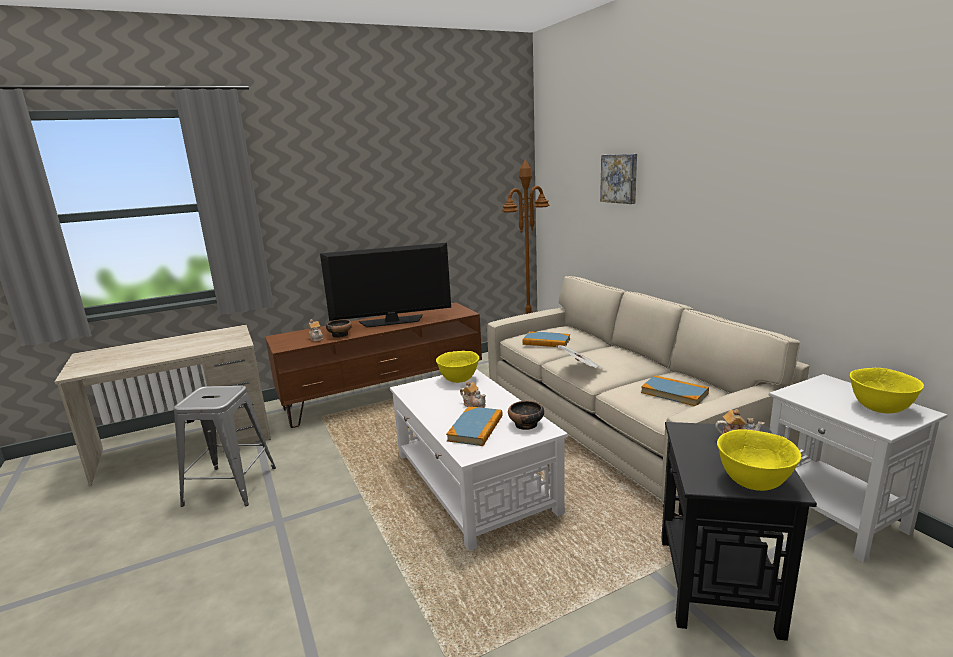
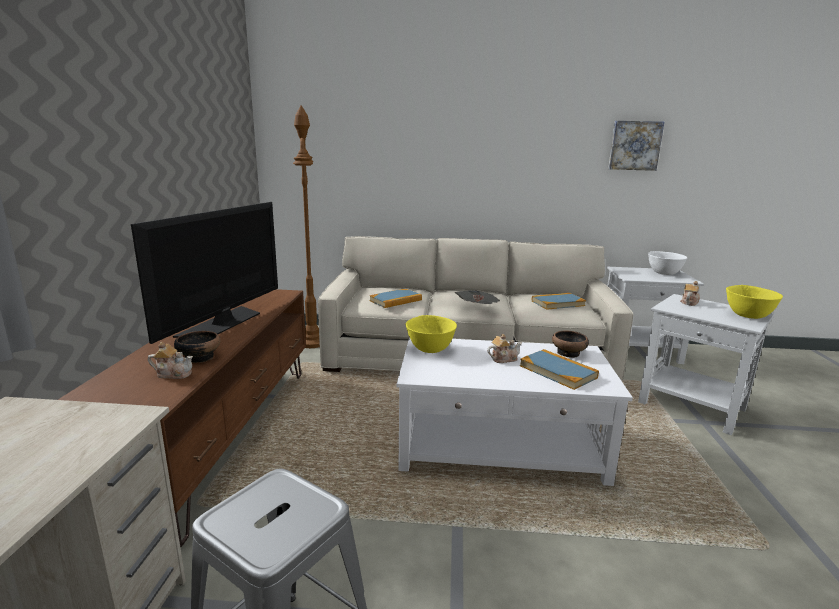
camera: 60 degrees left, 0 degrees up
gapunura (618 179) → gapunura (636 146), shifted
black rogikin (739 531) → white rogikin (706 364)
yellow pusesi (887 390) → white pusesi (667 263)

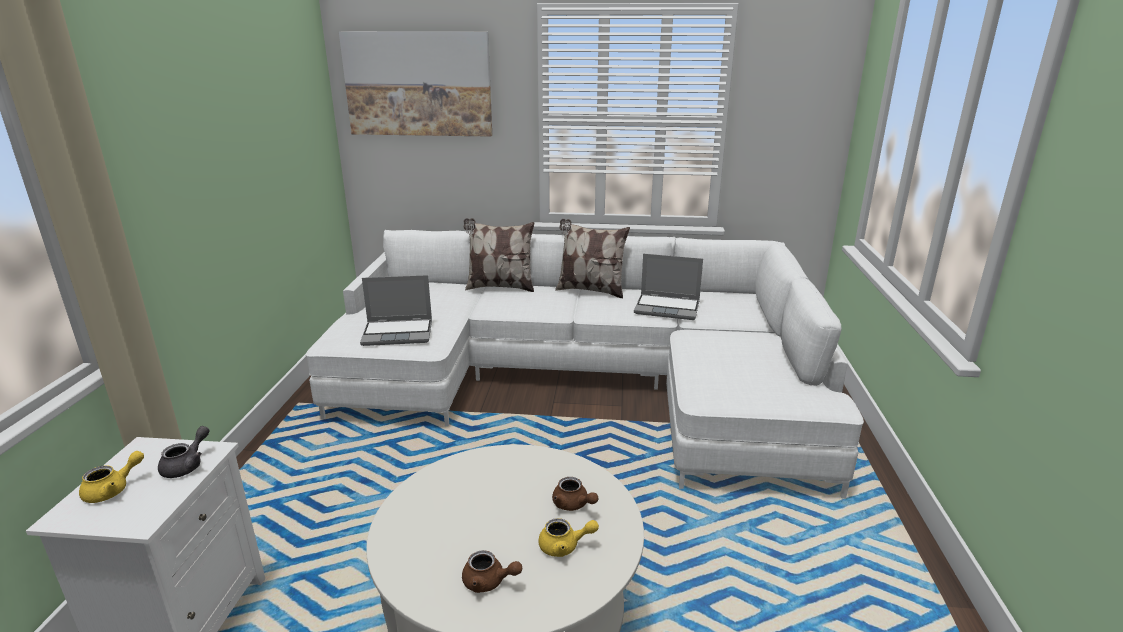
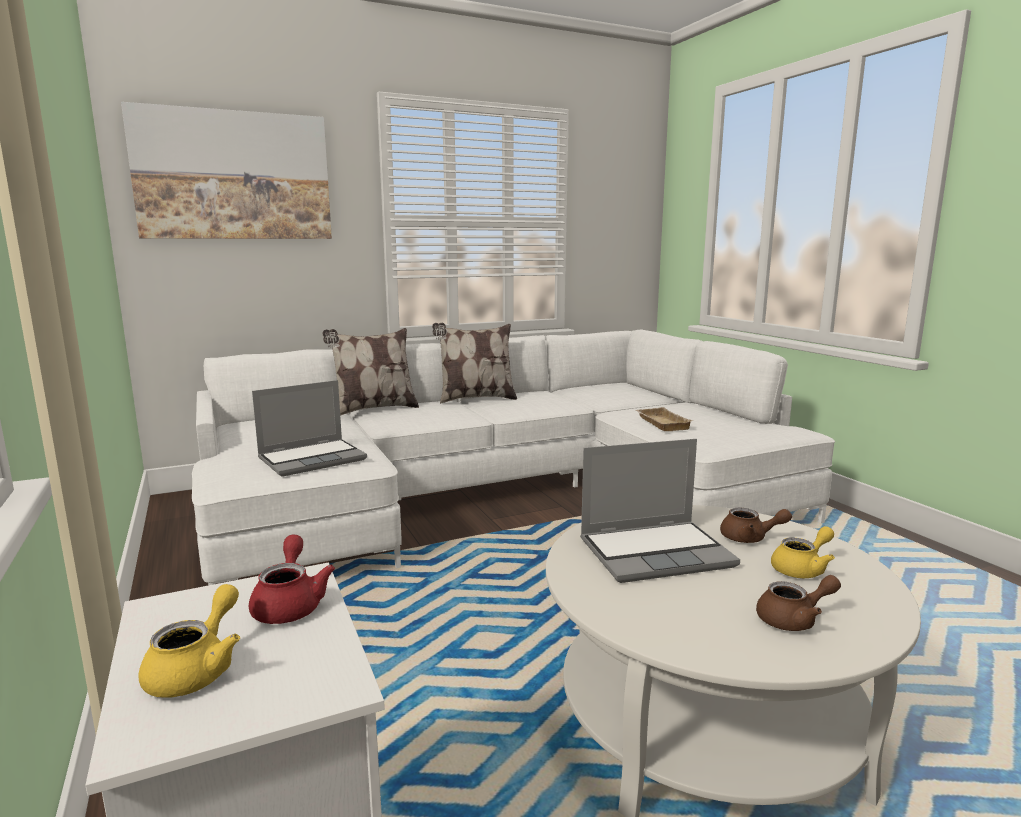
camera: 30 degrees left, 10 degrees down
- → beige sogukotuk (664 419)
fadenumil (668 287) → fadenumil (660 511), shifted
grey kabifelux (184 452) → red kabifelux (292 579)

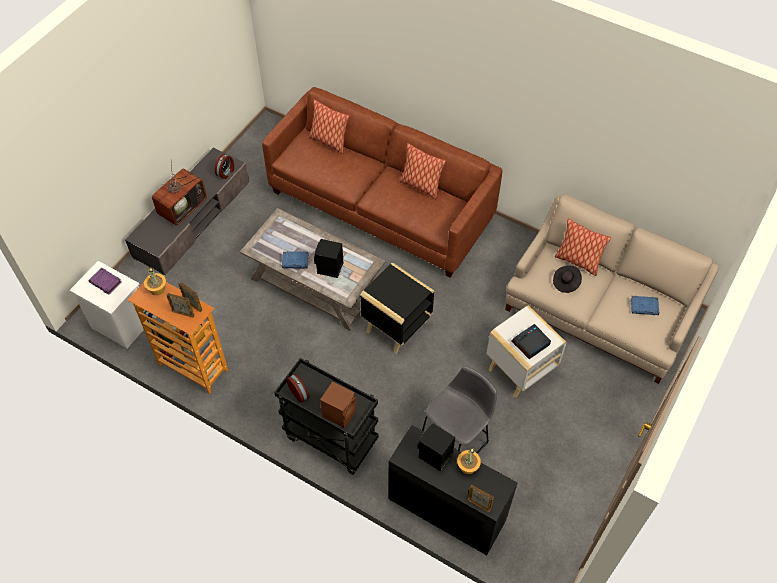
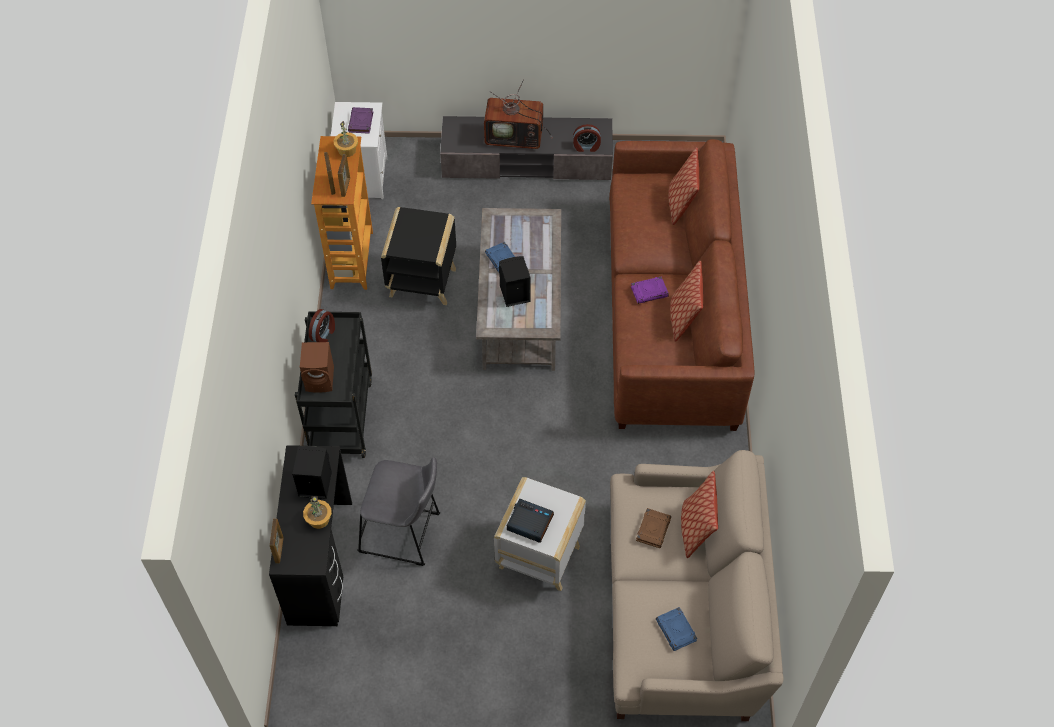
camera: 60 degrees right, 0 degrees up
- → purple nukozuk (650 290)
black rogikin (397 308) → black rogikin (418 256), shifted
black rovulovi (567 279) → brown nukozuk (653 528)

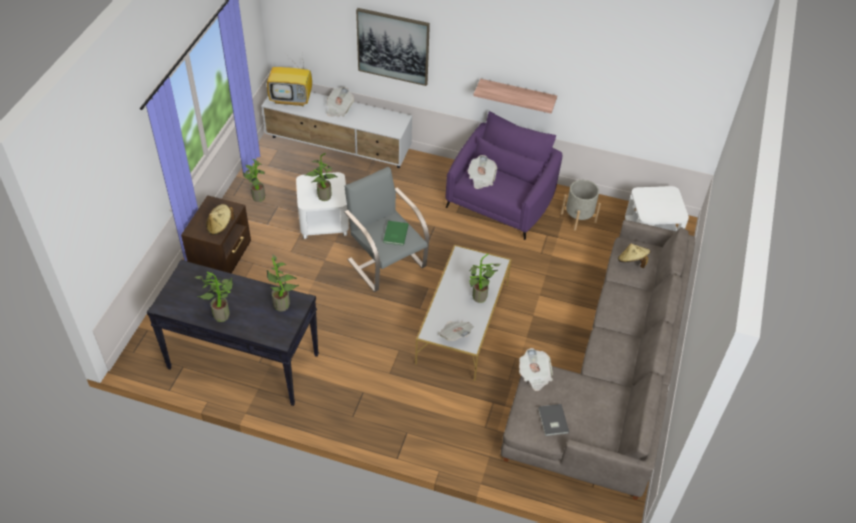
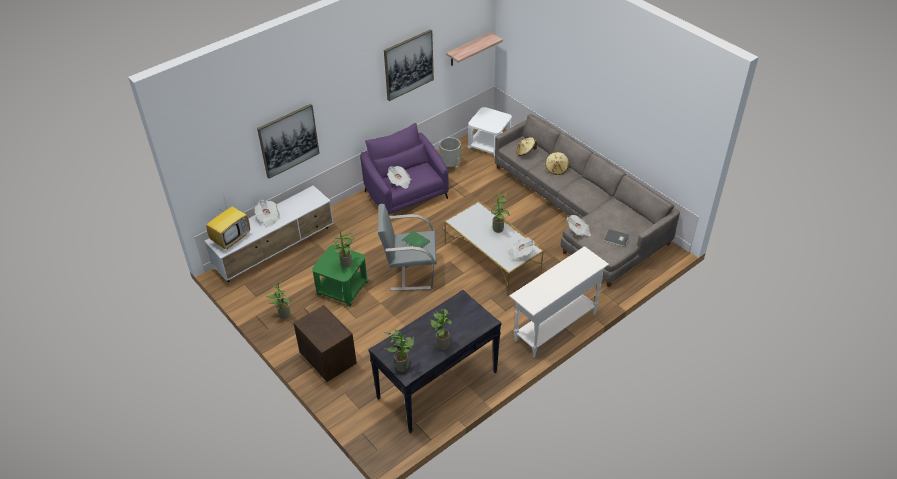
camera: 55 degrees left, 5 degrees down
- → gapunura (409 65)
- → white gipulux (559 302)
beige rovulovi (220 219) → beige rovulovi (557 163), shifted
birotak (283 283) → birotak (399 351), shifted
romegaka (515 96) → romegaka (474 49), shifted
white rogikin (322 205) → green rogikin (340 275)

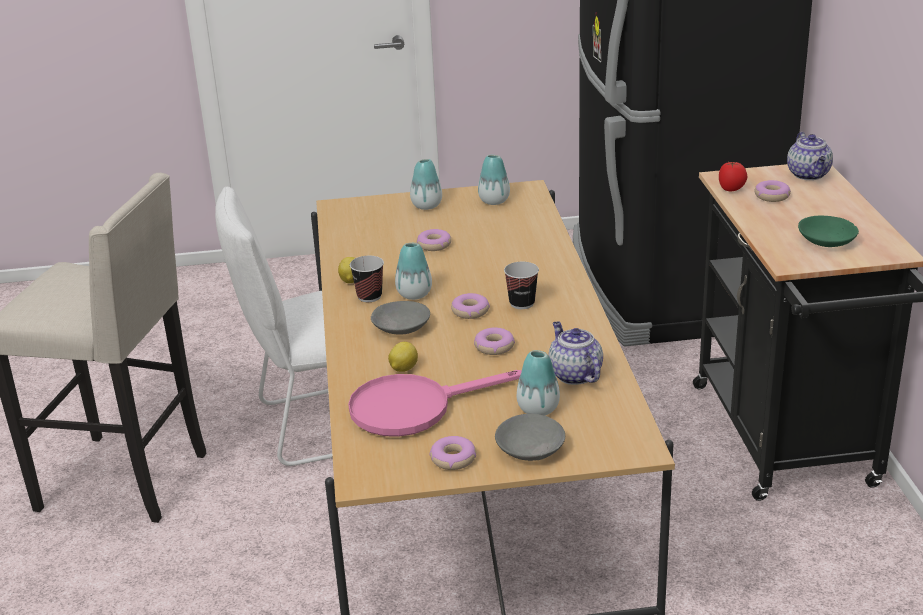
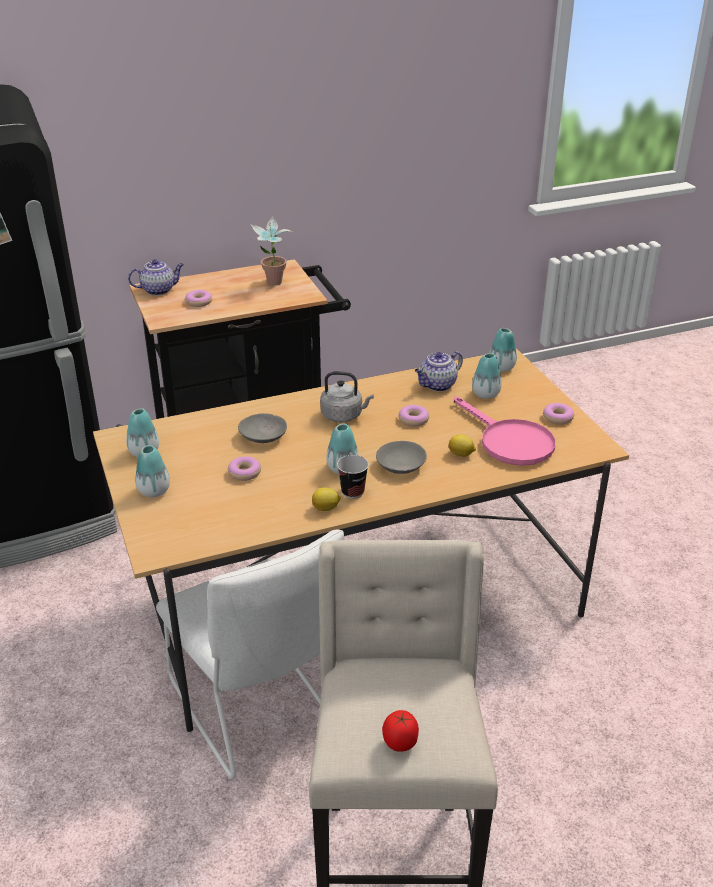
camera: 105 degrees left, 5 degrees up
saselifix (470 306) → -
- → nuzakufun (503 350)
grey pusesi (530 437) → grey pusesi (262 428), shifted
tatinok (733 176) → tatinok (400 731), shifted
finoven (521 285) → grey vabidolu (347 396)
green pusesi (828 231) → birotak (271 251)

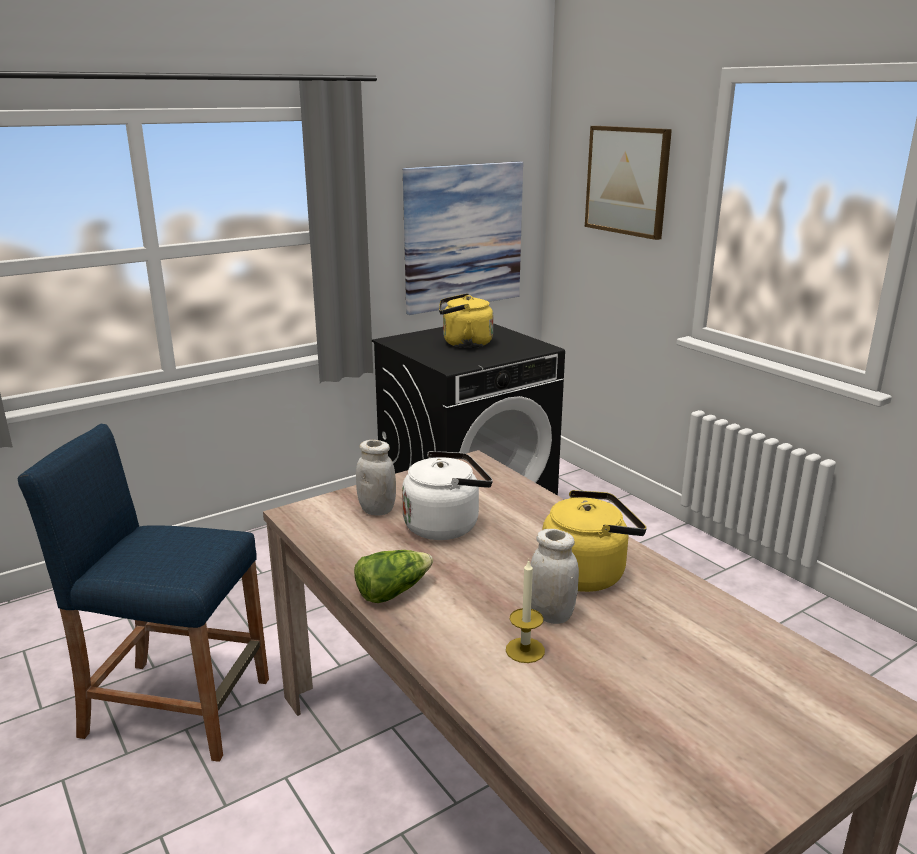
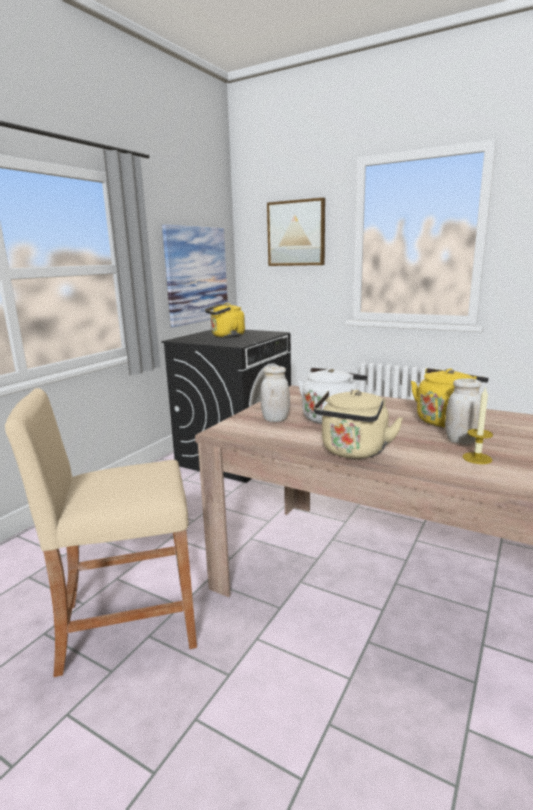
camera: 25 degrees left, 5 degrees down
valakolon (393 576) → beige vabidolu (358 424)
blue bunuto (143 592) → beige bunuto (101 532)

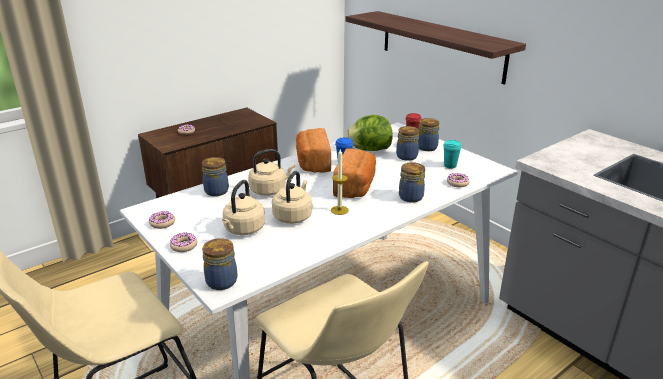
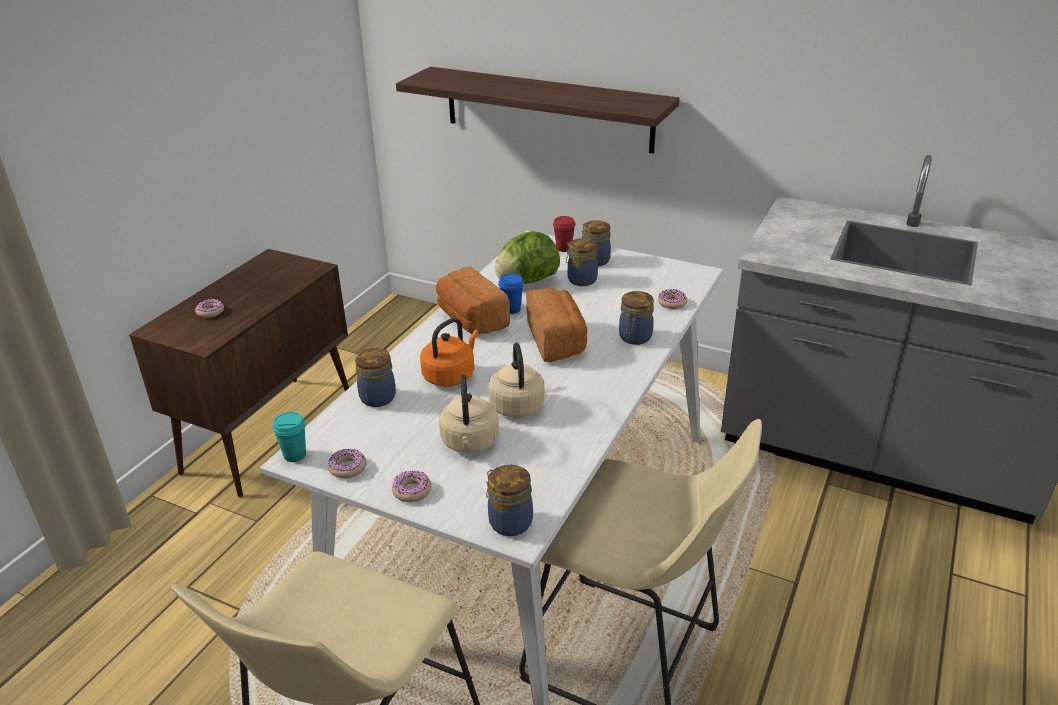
camera: 25 degrees left, 5 degrees up
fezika (340 182) → -
turquoise finoven (452 154) → turquoise finoven (289 437), shifted
beige vabidolu (271 172) → orange vabidolu (449 352)

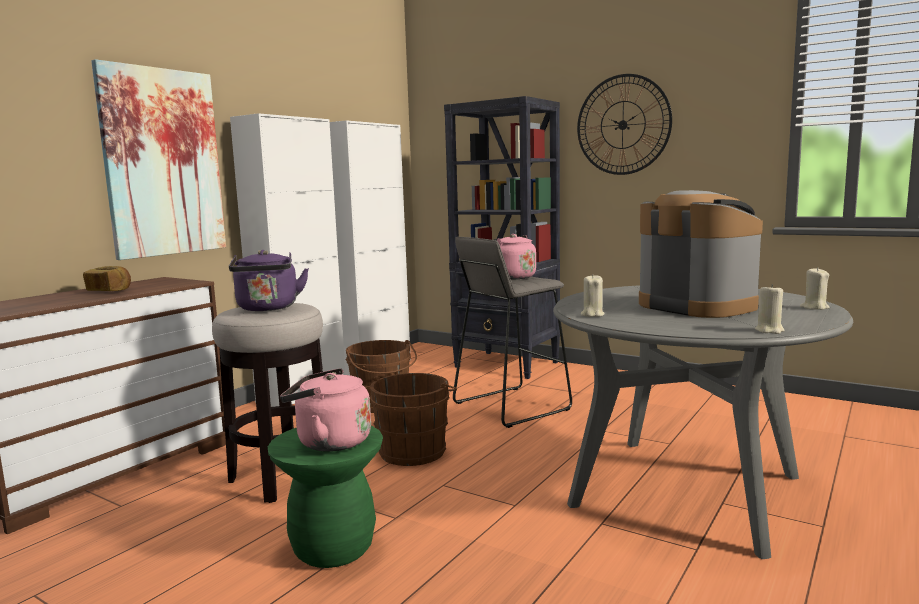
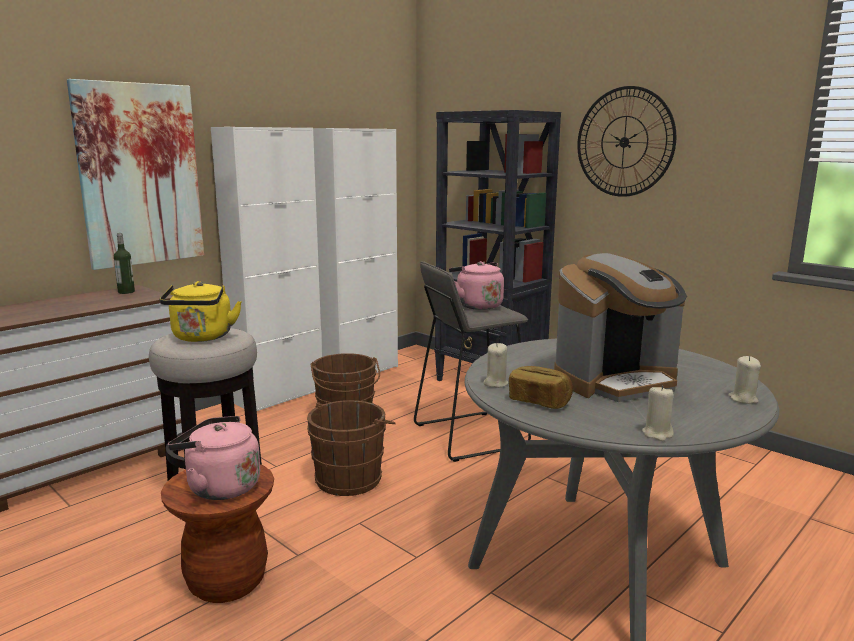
camera: 10 degrees right, 5 degrees up
- → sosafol (124 263)
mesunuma (107 278) → mesunuma (541 387), shifted
purple vabidolu (269 280) → yellow vabidolu (200 311)
green bunuto (325 497) → brown bunuto (217 533)
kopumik (701 254) → kopumik (620 327), 90 degrees clockwise

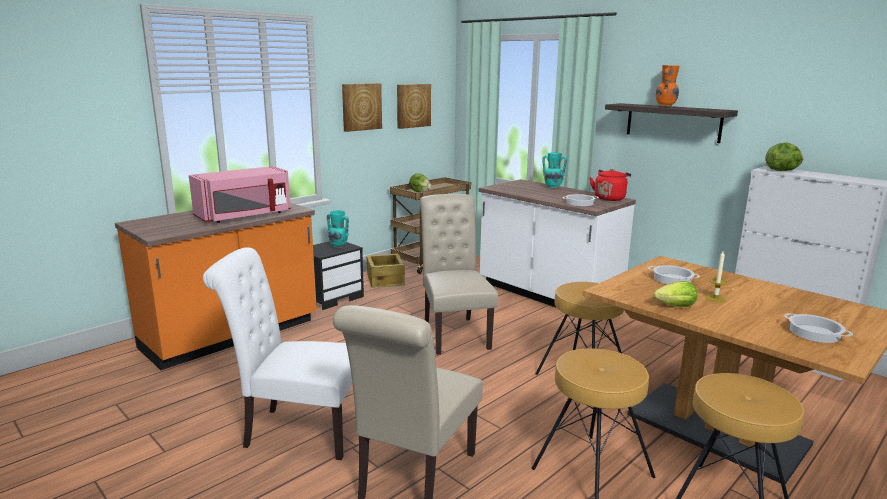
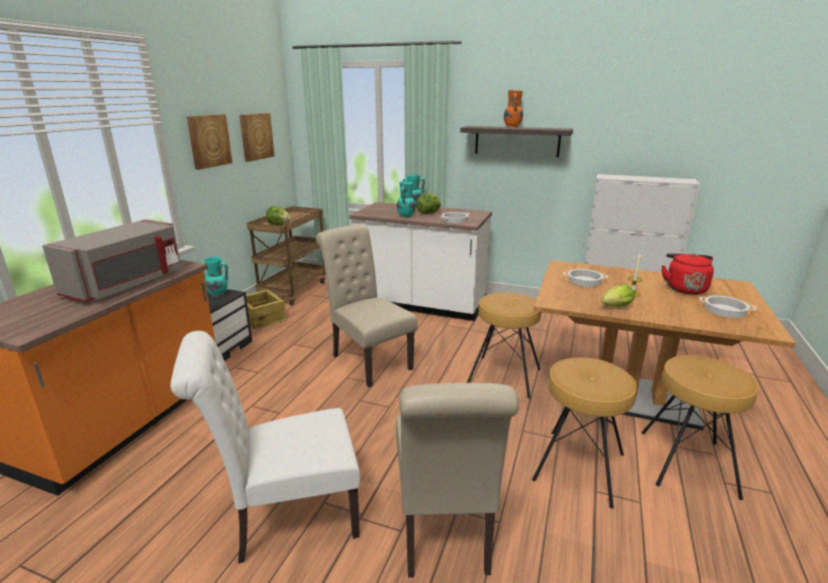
camera: 25 degrees left, 5 degrees up
- → turquoise nuzakufun (406 199)
red vabidolu (610 185) → red vabidolu (688 274), shifted
valakolon (784 157) → valakolon (428 203), shifted
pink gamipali (240 194) → grey gamipali (111 260)

